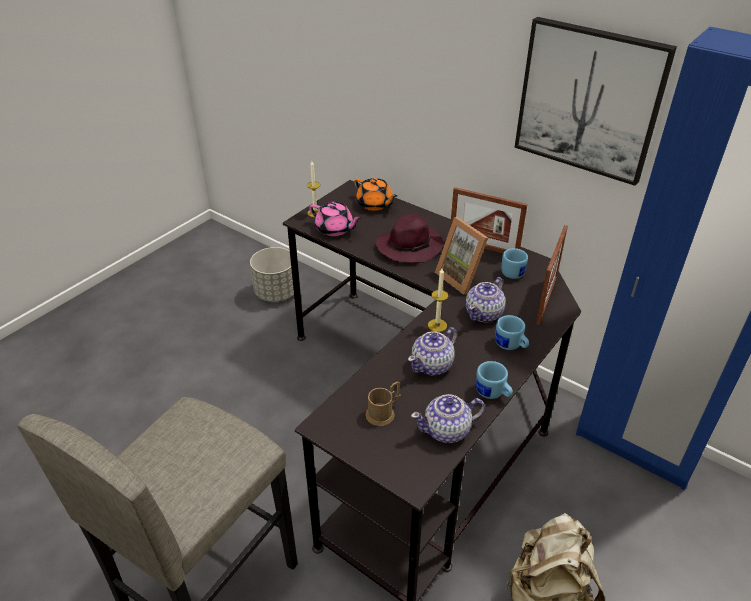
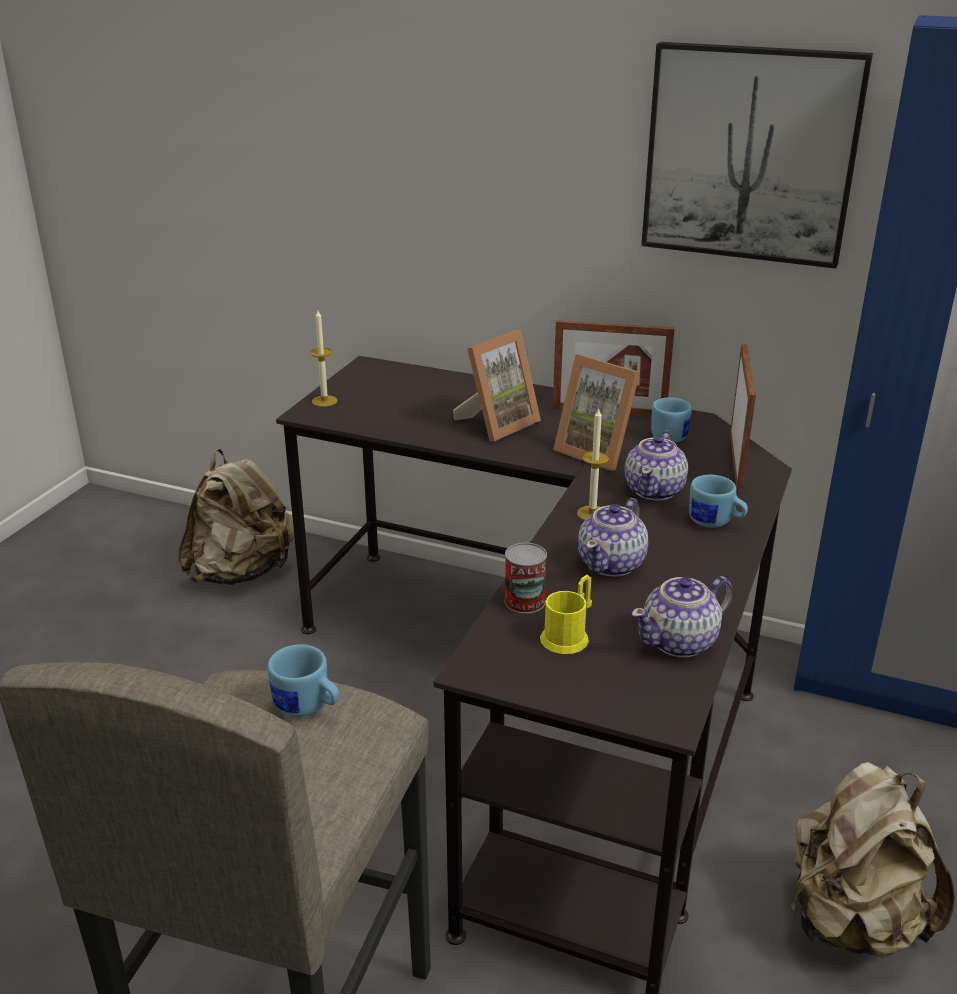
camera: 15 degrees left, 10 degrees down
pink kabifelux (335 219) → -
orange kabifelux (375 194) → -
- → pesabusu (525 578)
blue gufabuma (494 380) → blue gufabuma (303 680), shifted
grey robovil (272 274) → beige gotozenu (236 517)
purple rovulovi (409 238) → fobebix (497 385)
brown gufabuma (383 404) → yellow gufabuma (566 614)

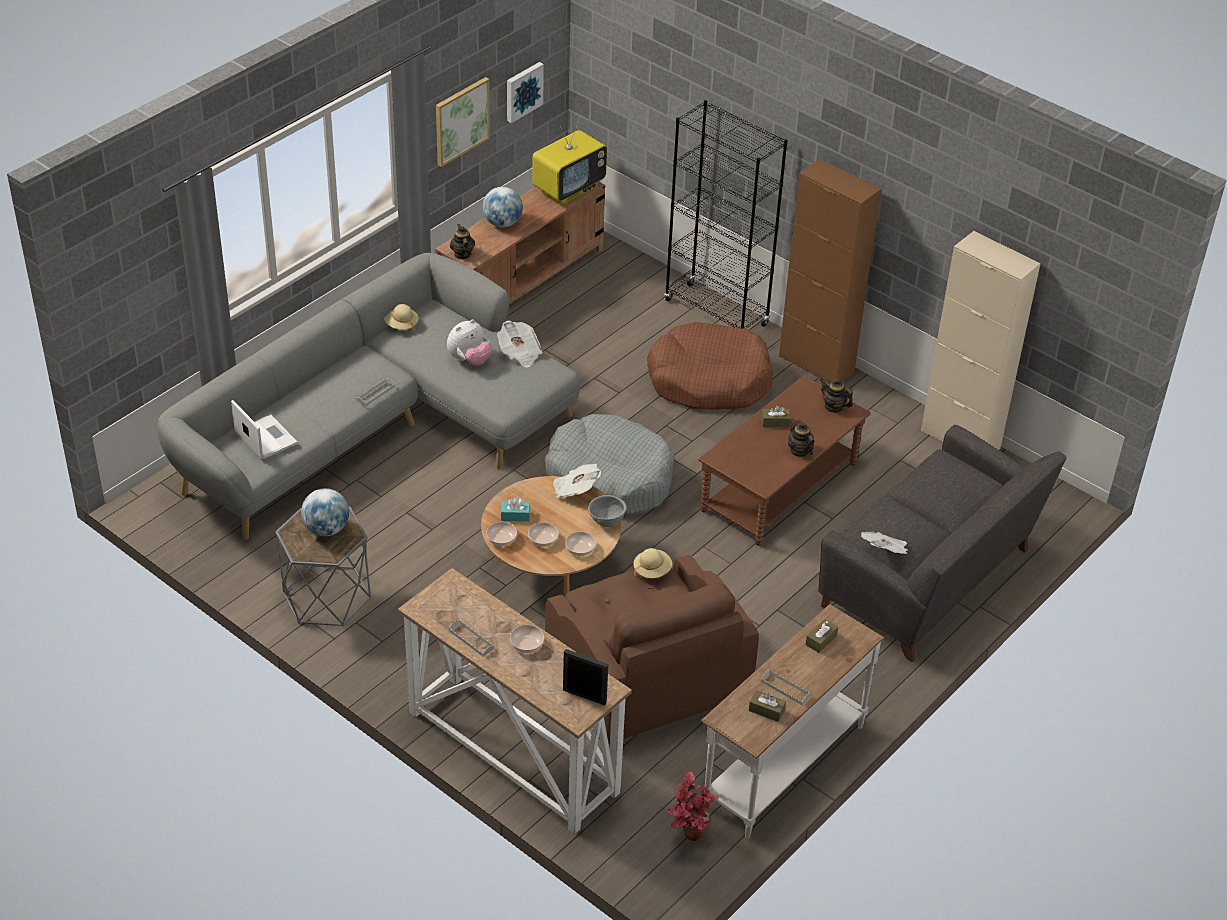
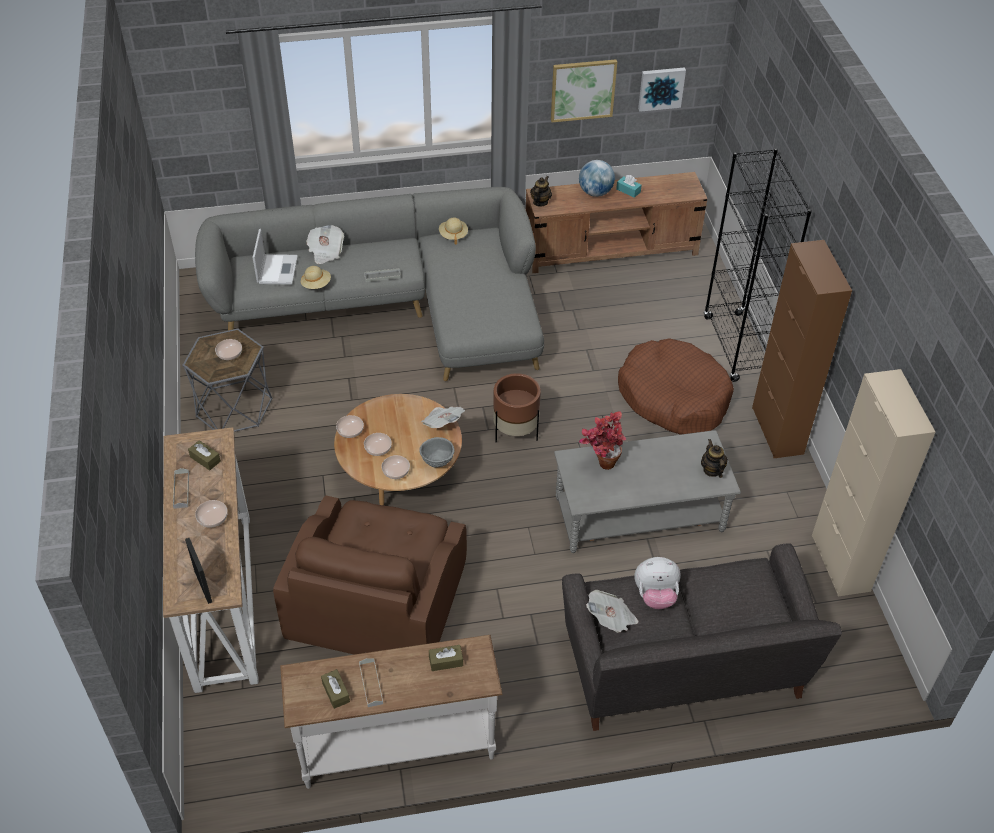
camera: 40 degrees right, 5 degrees up
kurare (569 161) → -
kabifelux (801 438) → -
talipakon (469 342) → talipakon (657 583), shifted
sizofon (519 344) → sizofon (325 244), shifted
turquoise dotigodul (515 509) → turquoise dotigodul (629 186), shifted
beige rovulovi (652 563) → beige rovulovi (316 277), shifted
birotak (693 806) → birotak (602 440), shifted
brown dotigodul (776 416) → brown dotigodul (204 455), shifted
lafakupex (325 512) → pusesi (228 349)
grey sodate (609 465) → brown robovil (517 407)
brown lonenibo (784 461) → grey lonenibo (647 491)

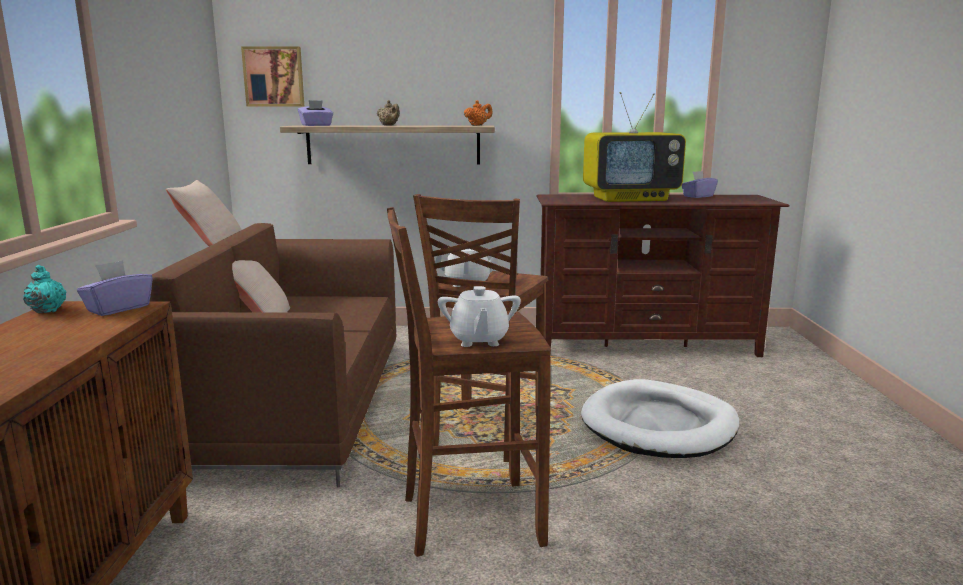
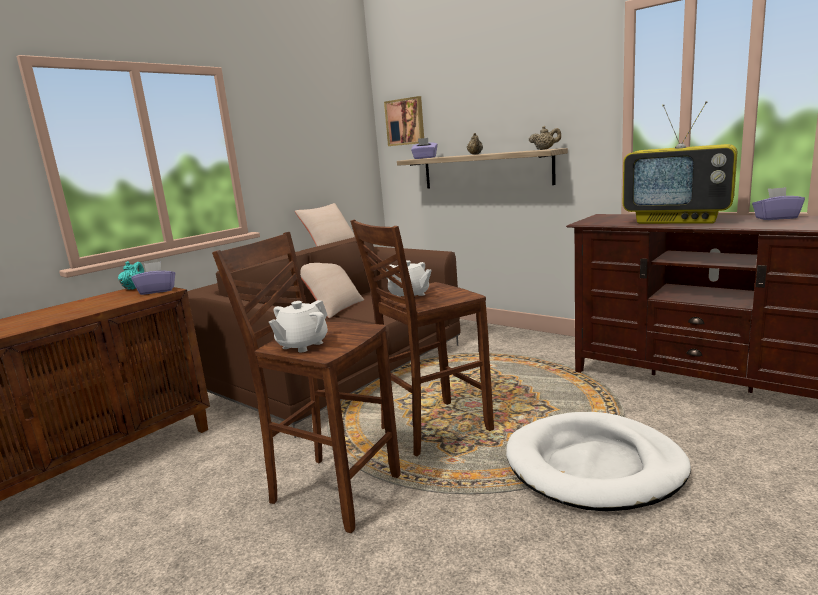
camera: 40 degrees right, 0 degrees up
orange kabifelux (478 113) → beige kabifelux (545 138)

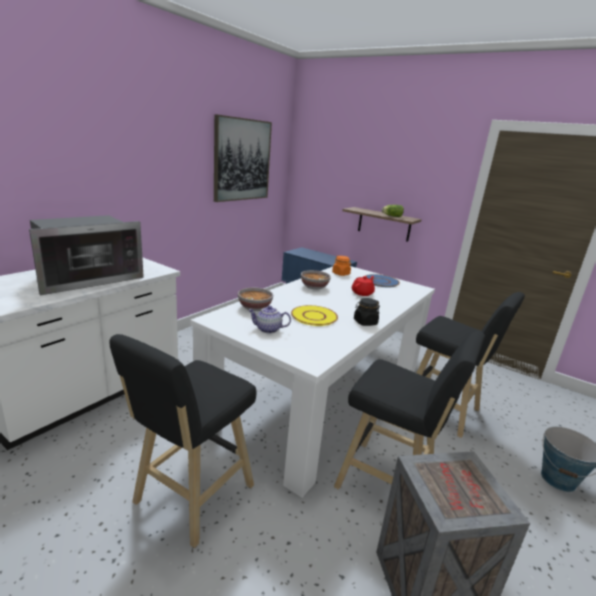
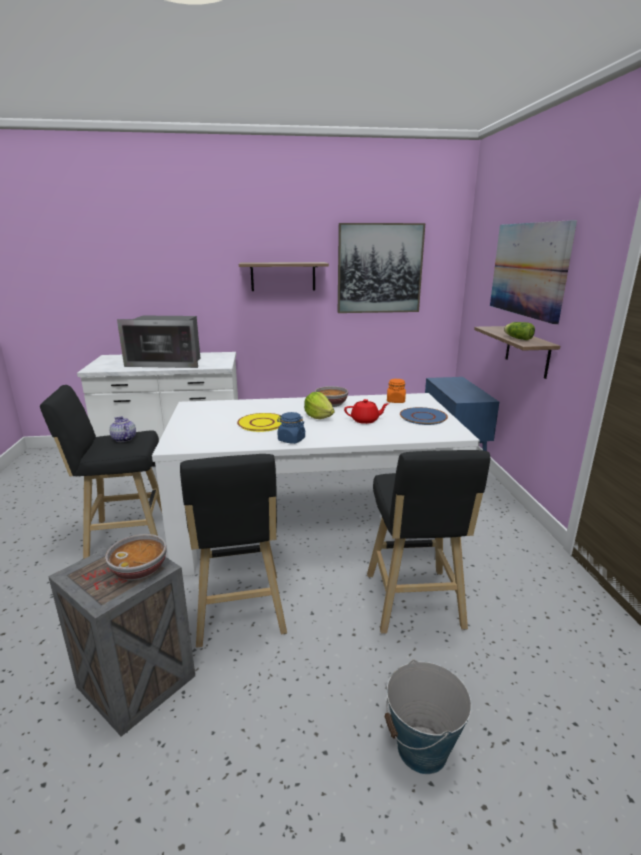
camera: 50 degrees right, 0 degrees up
- → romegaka (284 276)
- → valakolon (319 405)
- → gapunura (533 272)
pusesi (255 299) → pusesi (136 557), shifted
kabifelux (269 319) → kabifelux (123 429), shifted
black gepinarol (367 312) → blue gepinarol (291 428)

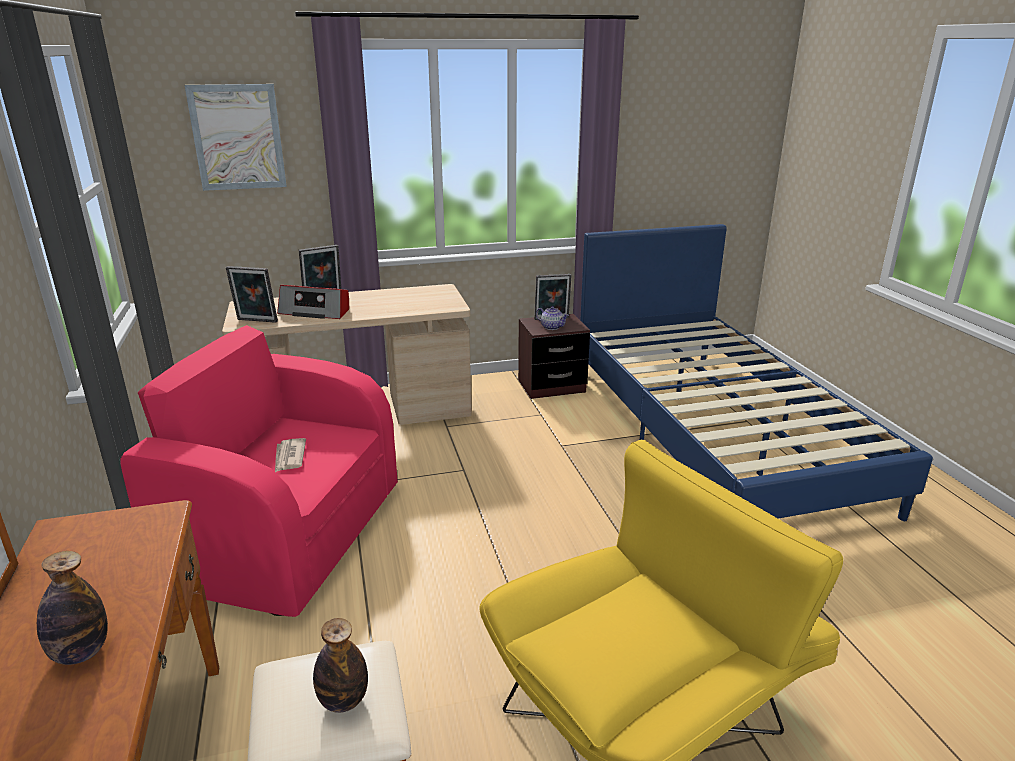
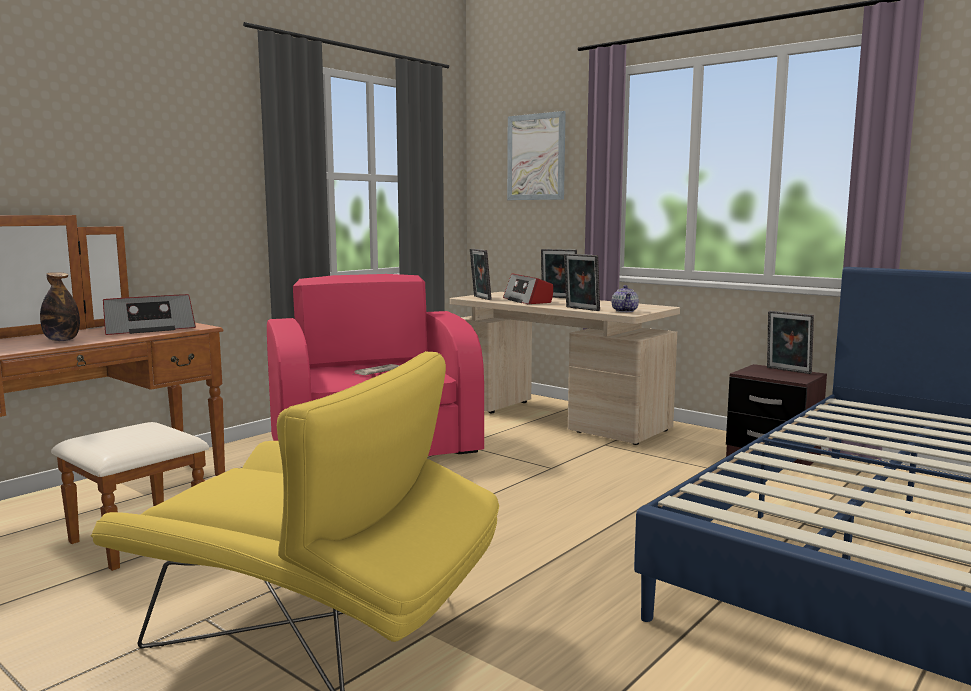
camera: 55 degrees right, 15 degrees down
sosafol (340 665) → -
- → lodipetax (149 314)
- → fobebix (582 282)
kabifelux (552 318) → kabifelux (625 298), shifted

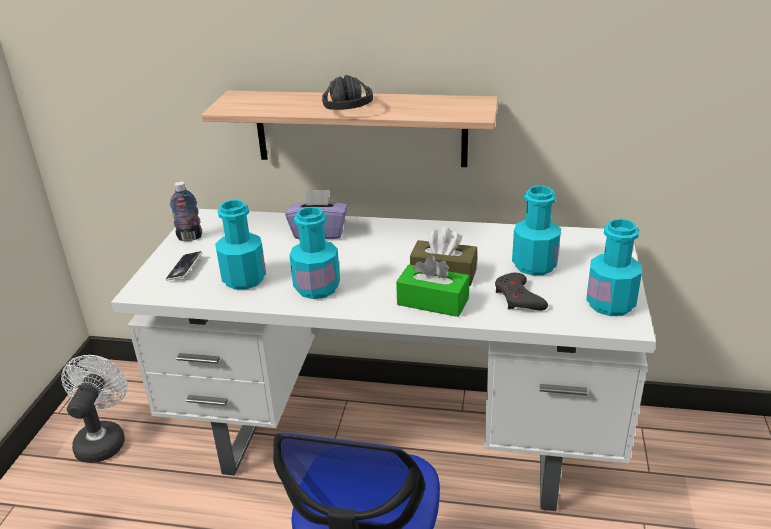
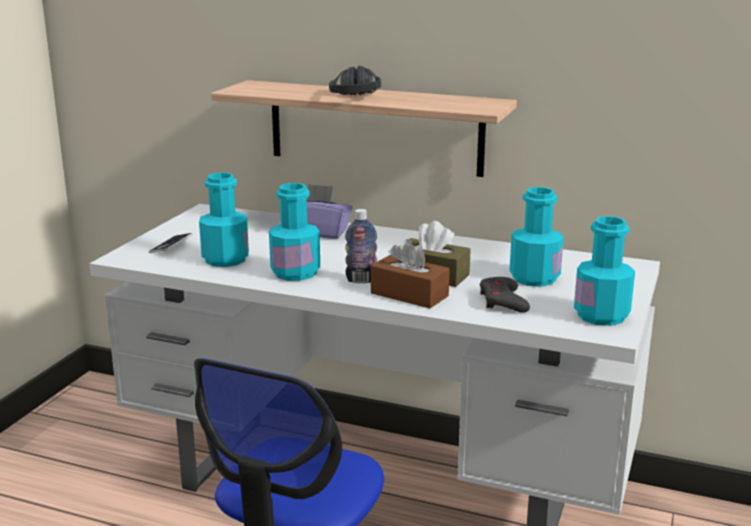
camera: 10 degrees right, 10 degrees down
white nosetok (94 409) → -
sosafol (186 211) → sosafol (361 246), shifted
green dotigodul (432 286) → brown dotigodul (410 273)

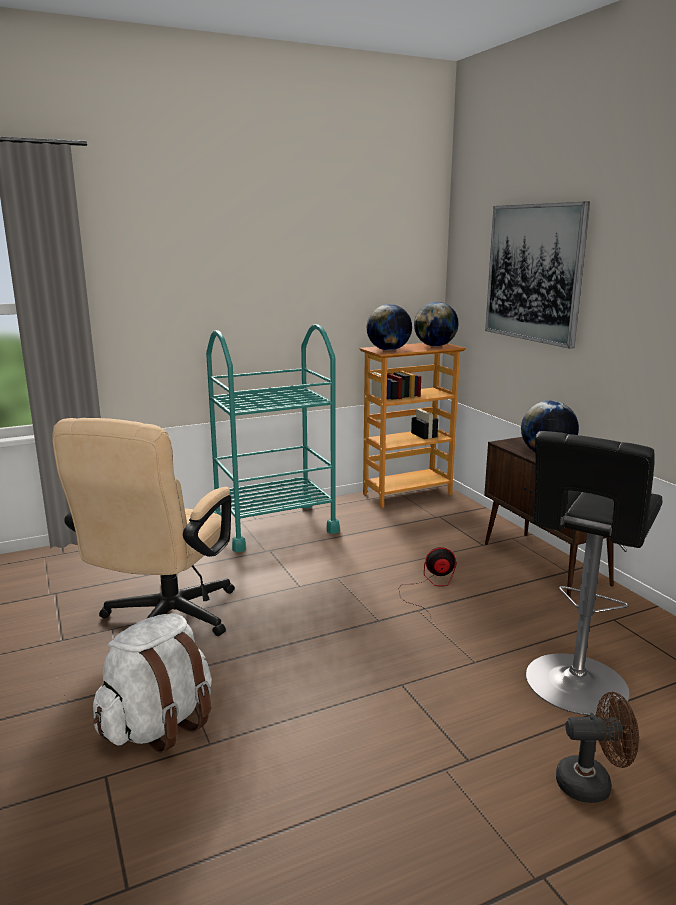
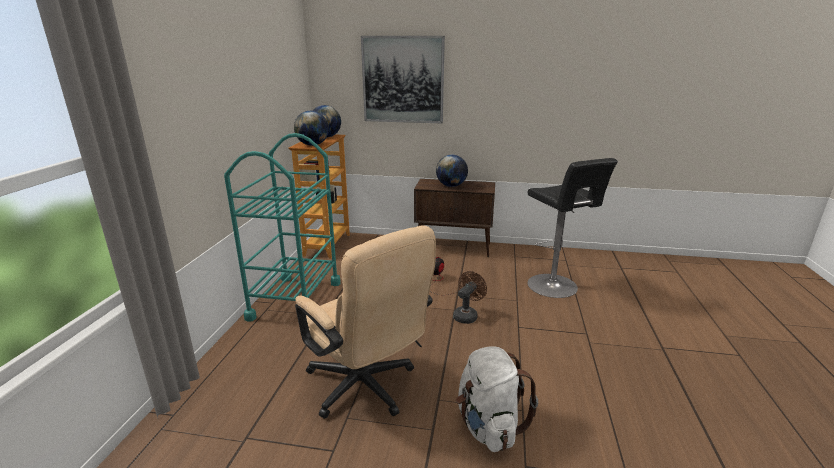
camera: 55 degrees left, 5 degrees up
brown nosetok (597 747) → brown nosetok (470 297), shifted

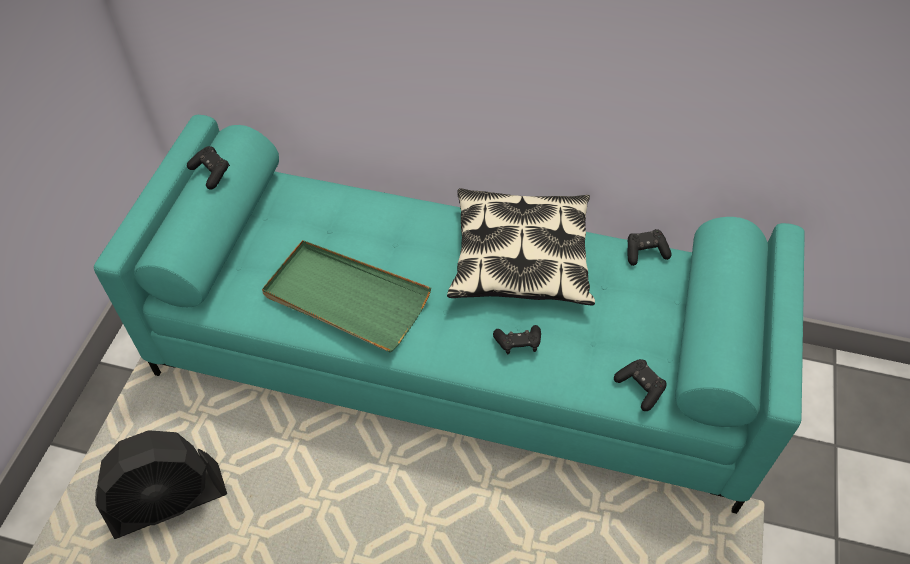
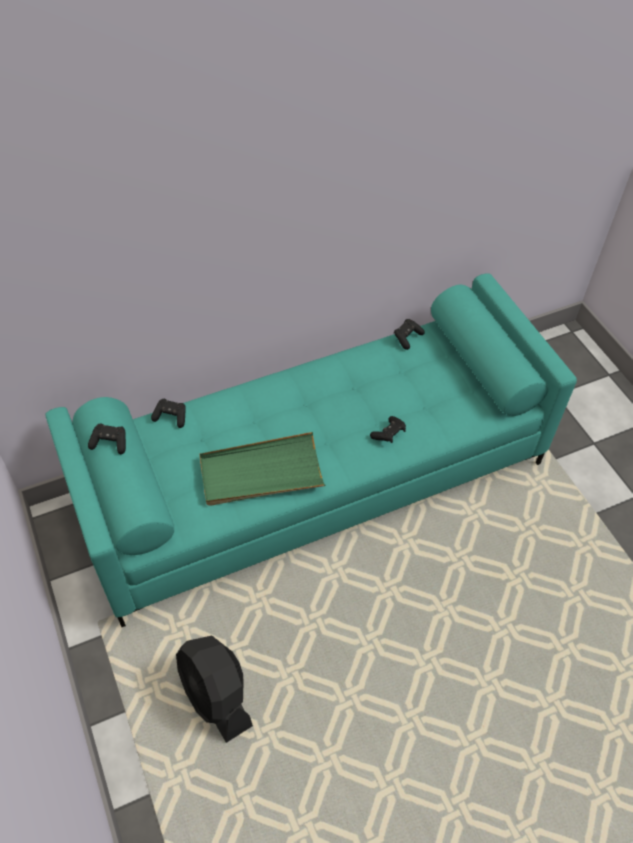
camera: 40 degrees left, 0 degrees up
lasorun (521 246) → -
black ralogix (640 385) → black ralogix (168 413), shifted
black nosetok (161 484) → black nosetok (214 689), 120 degrees clockwise

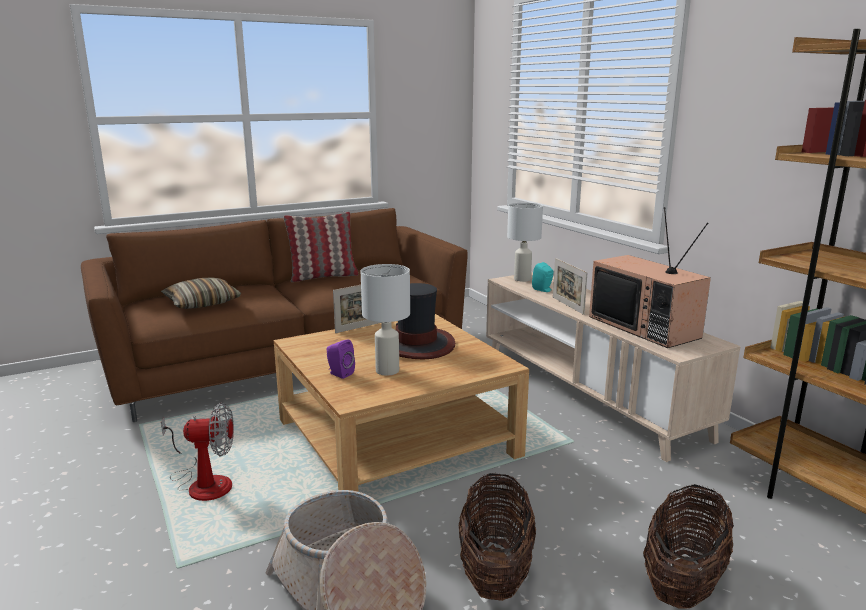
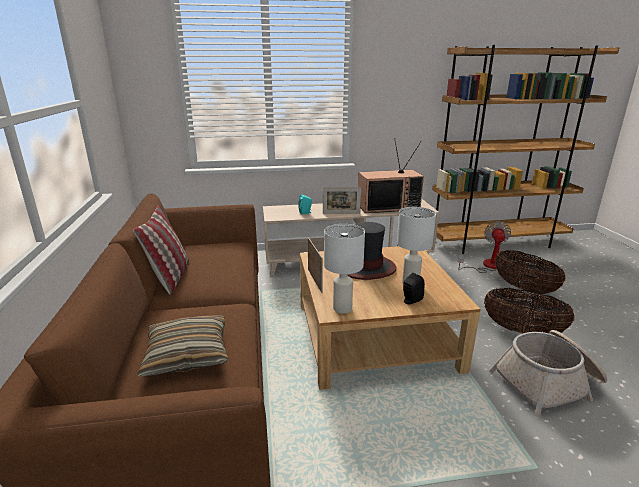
camera: 70 degrees left, 5 degrees up
nosetok (197 452) → nosetok (484 247), shifted
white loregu (525 242) → white loregu (344 269), shifted
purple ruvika (341 359) → black ruvika (414 288)

